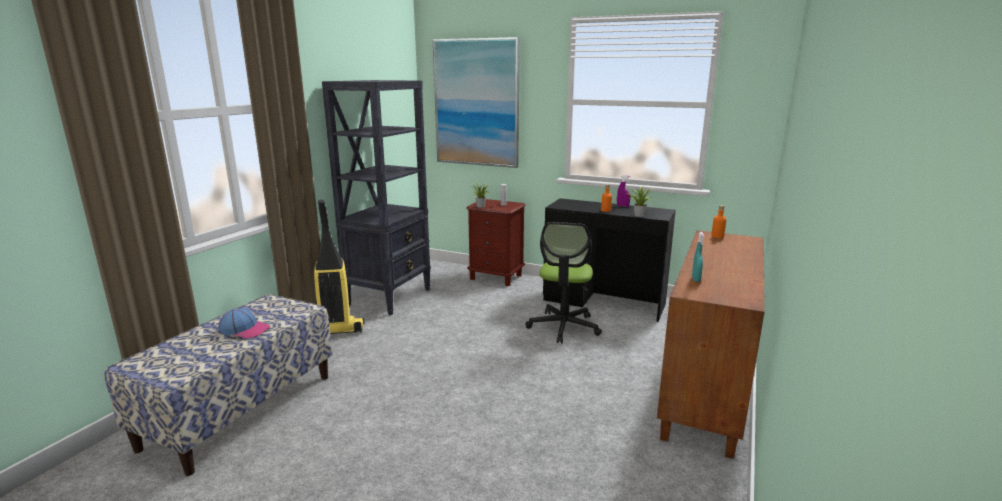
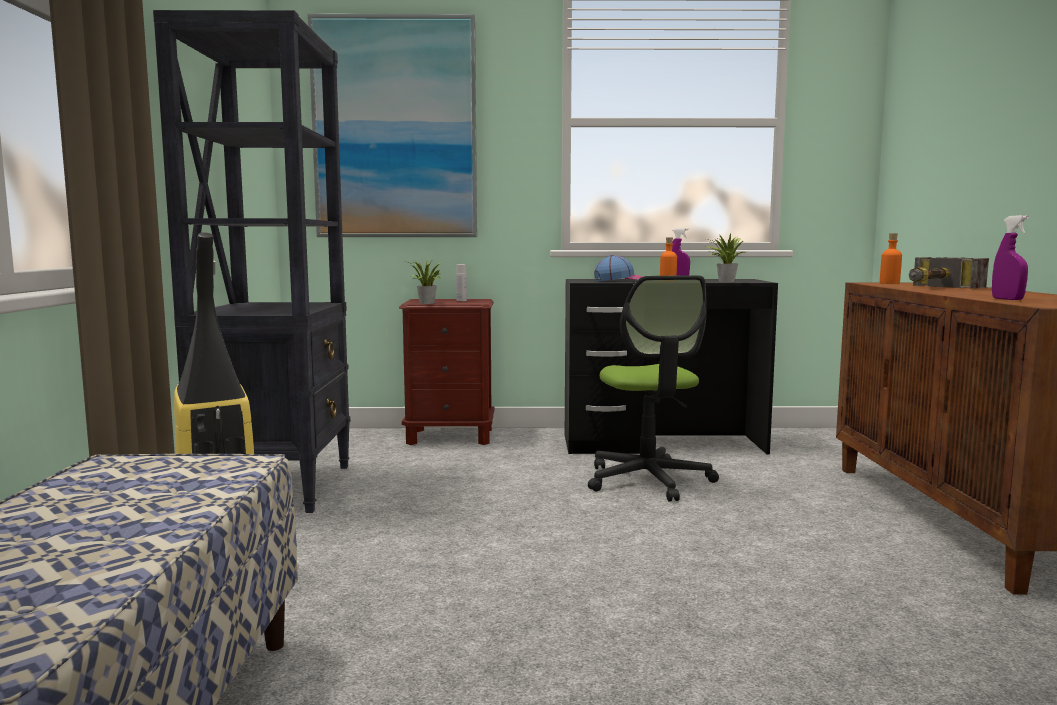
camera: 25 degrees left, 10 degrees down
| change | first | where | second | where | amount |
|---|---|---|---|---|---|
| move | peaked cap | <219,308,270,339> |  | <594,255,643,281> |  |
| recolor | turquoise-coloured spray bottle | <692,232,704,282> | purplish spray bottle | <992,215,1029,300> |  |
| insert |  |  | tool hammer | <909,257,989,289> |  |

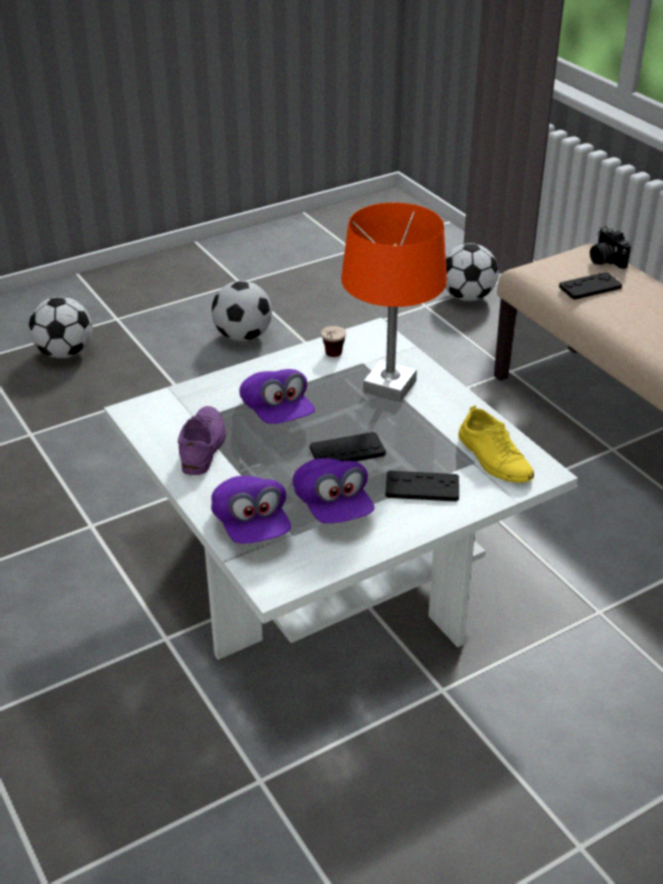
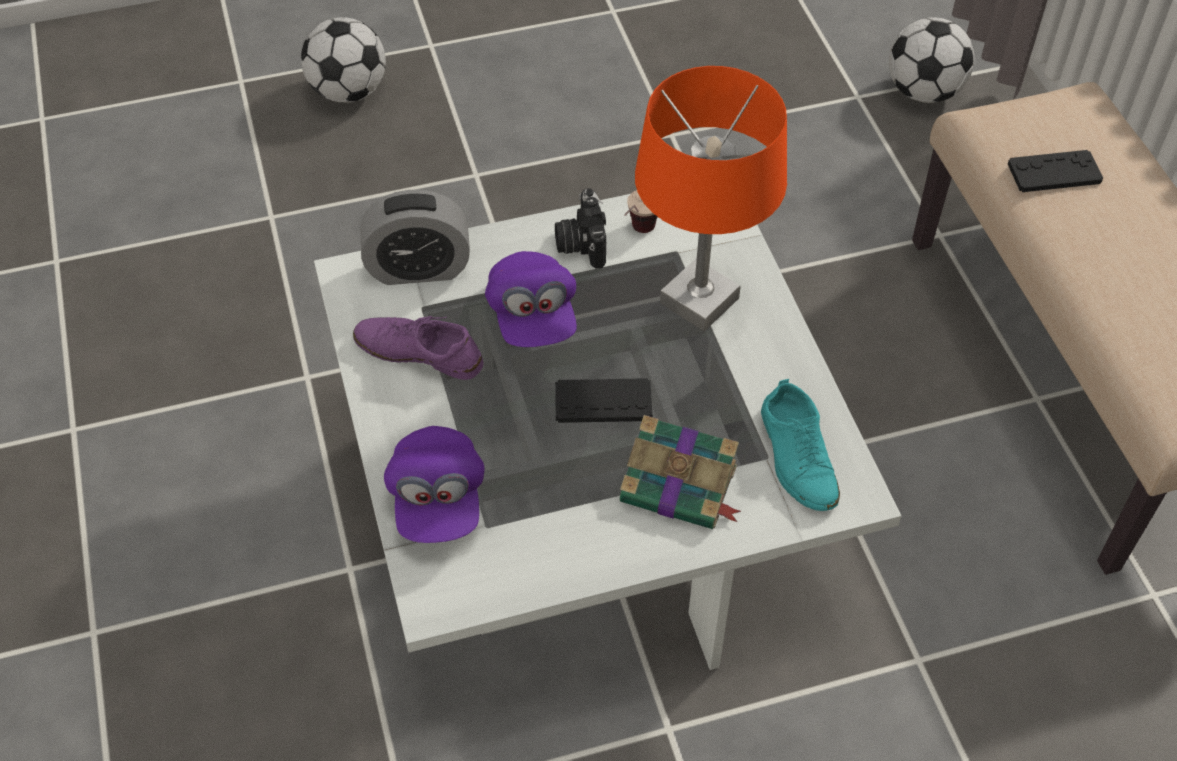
camera: 15 degrees right, 15 degrees up
| change | first | where | second | where | amount |
|---|---|---|---|---|---|
| rotate | purplish shoe | <178,406,226,475> |  | <353,316,483,380> | 90 degrees counterclockwise |
| delete | ball for football | <211,281,272,342> |  |  |  |
| delete | purplish peaked cap | <293,458,375,523> |  |  |  |
| replace | black-coloured gamepad | <385,471,459,502> | book | <620,415,741,529> |  |
| recolor | yellow-coloured shoe | <458,405,534,483> | turquoise-coloured shoe | <761,379,840,511> |  |
| move | photo camera | <590,226,631,269> |  | <555,188,606,269> |  |
| insert |  |  | table clock | <361,190,470,285> |  |

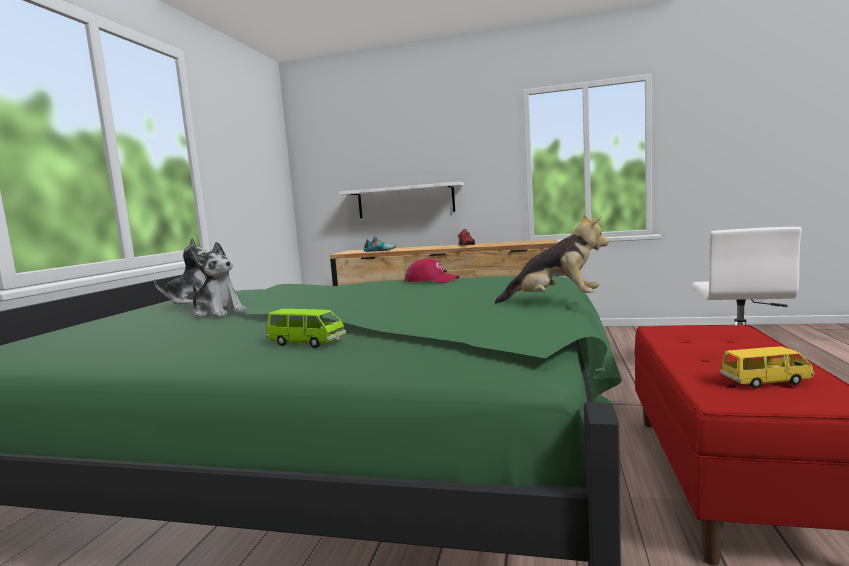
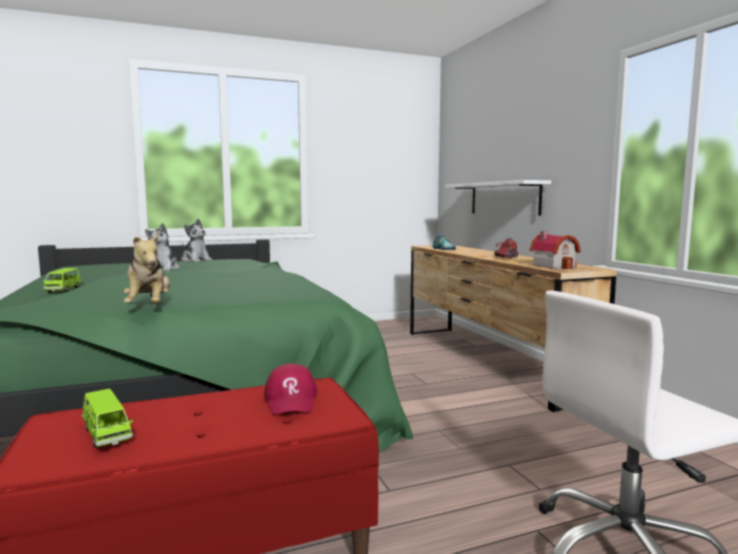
camera: 55 degrees right, 0 degrees up
| change | first | where | second | where | amount |
|---|---|---|---|---|---|
| move | red-coloured peaked cap | <404,259,459,283> |  | <264,363,317,415> |  |
| recolor | yellow-coloured miniature car | <720,346,815,388> | green miniature car | <82,389,133,447> |  |
| insert |  |  | miniature house | <530,231,581,269> |  |

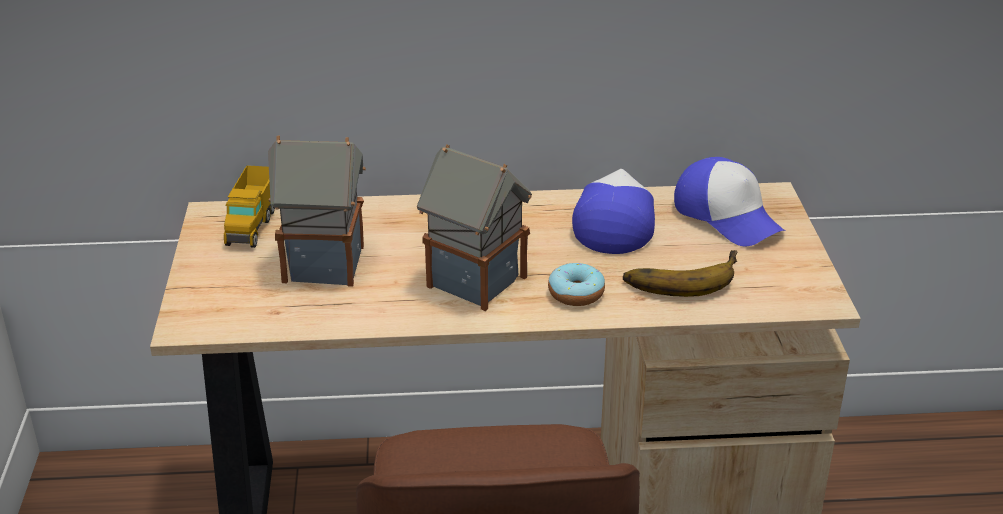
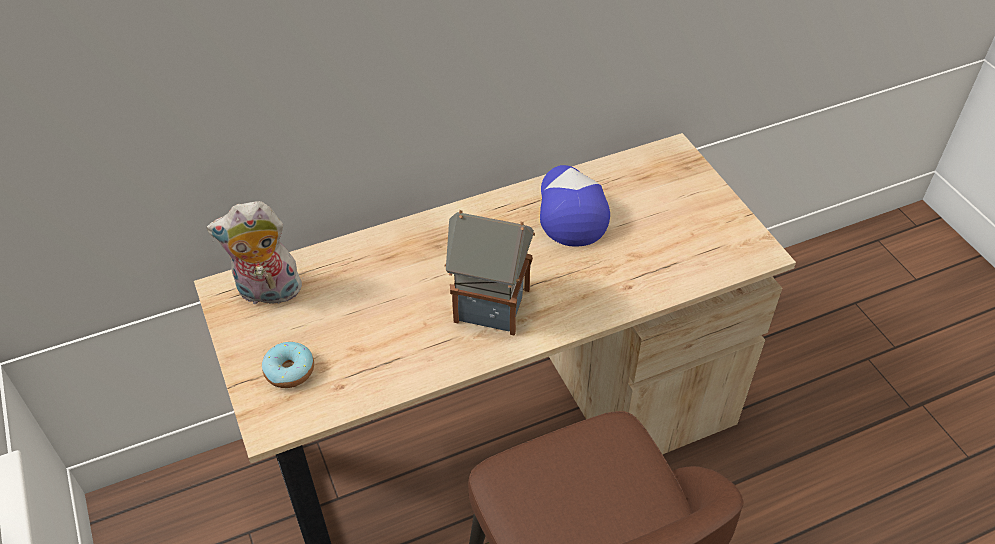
camera: 20 degrees left, 15 degrees up
| change | first | where | second | where | amount |
|---|---|---|---|---|---|
| replace | model truck | <224,165,275,248> | cuddly toy | <206,201,302,304> |  |
| delete | miniature house | <268,135,366,287> |  |  |  |
| move | doughnut | <548,263,605,306> |  | <262,342,314,388> |  |
| delete | banana fruit | <623,250,737,297> |  |  |  |
| delete | peaked cap | <674,157,785,246> |  |  |  |

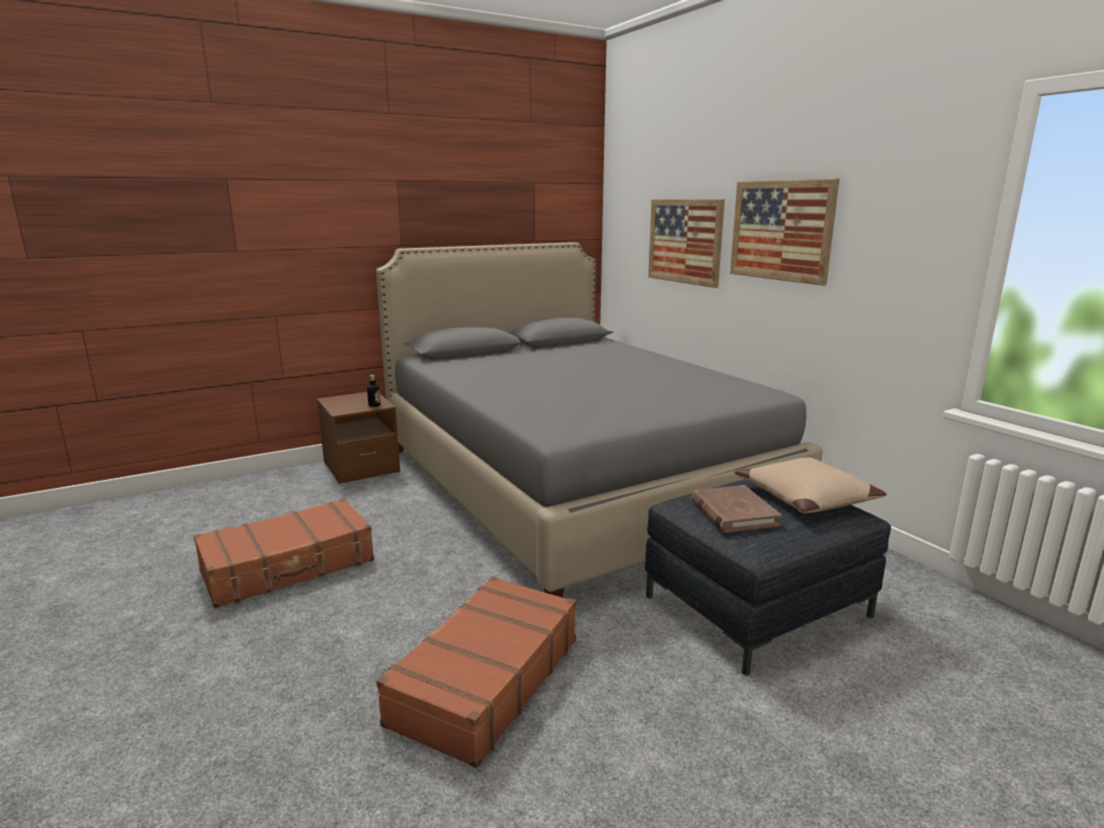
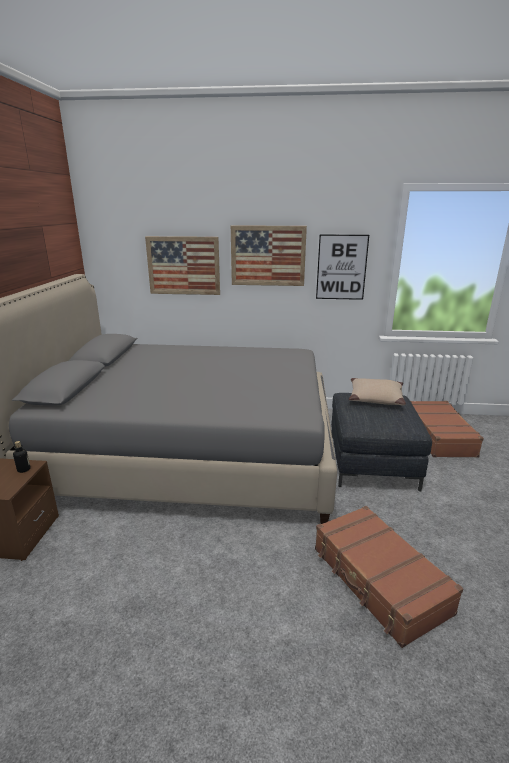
camera: 55 degrees left, 5 degrees up
| change | first | where | second | where | amount |
|---|---|---|---|---|---|
| move | brown suitcase | <193,498,374,608> |  | <410,401,484,457> |  |
| delete | brown book | <691,485,782,533> |  |  |  |
| insert |  |  | wall art | <316,234,369,300> |  |

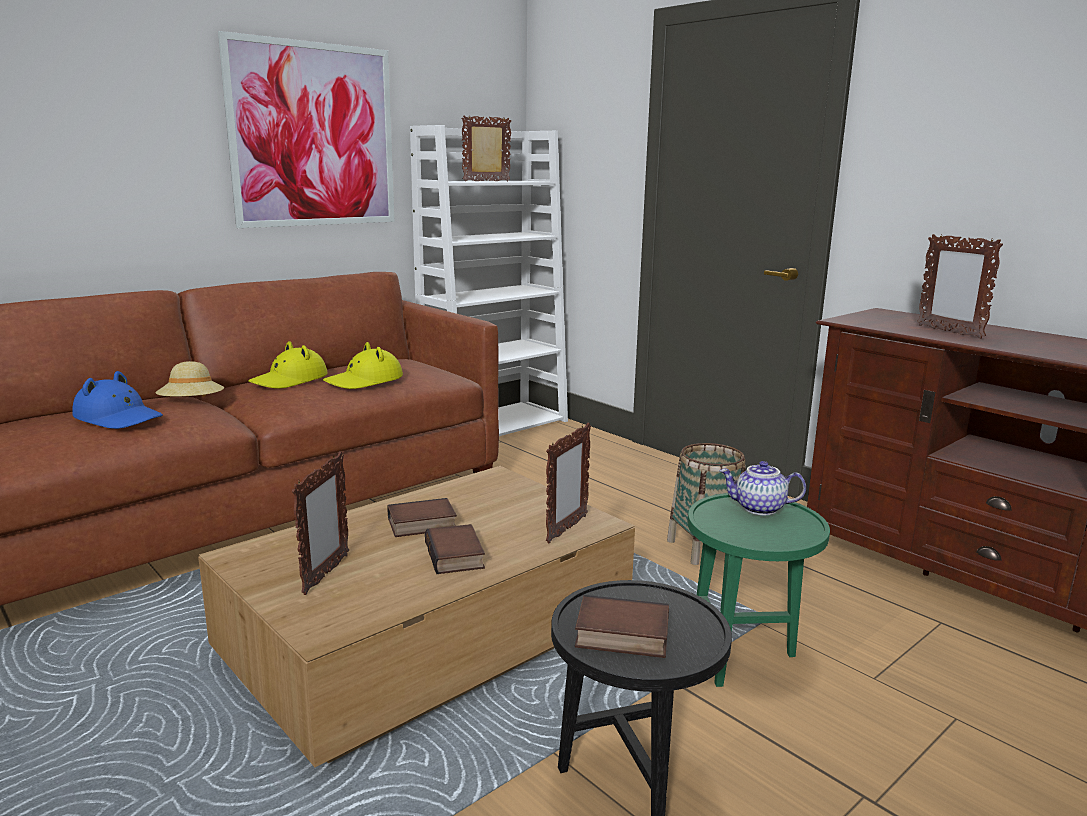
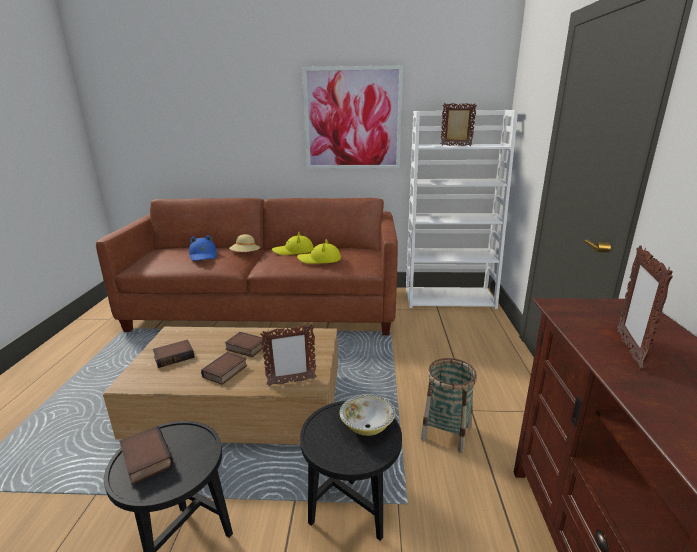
camera: 45 degrees right, 5 degrees up
| change | first | where | second | where | amount |
|---|---|---|---|---|---|
| replace | photo frame | <292,451,349,595> | book | <153,340,194,368> |  |
| recolor | green accent table | <688,493,830,687> | black-coloured accent table | <300,401,402,541> |  |
| replace | pot for tea | <720,461,806,515> | serving bowl | <340,394,395,436> |  |

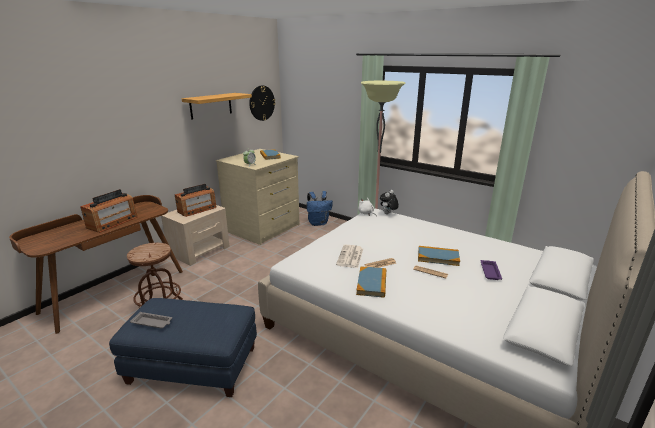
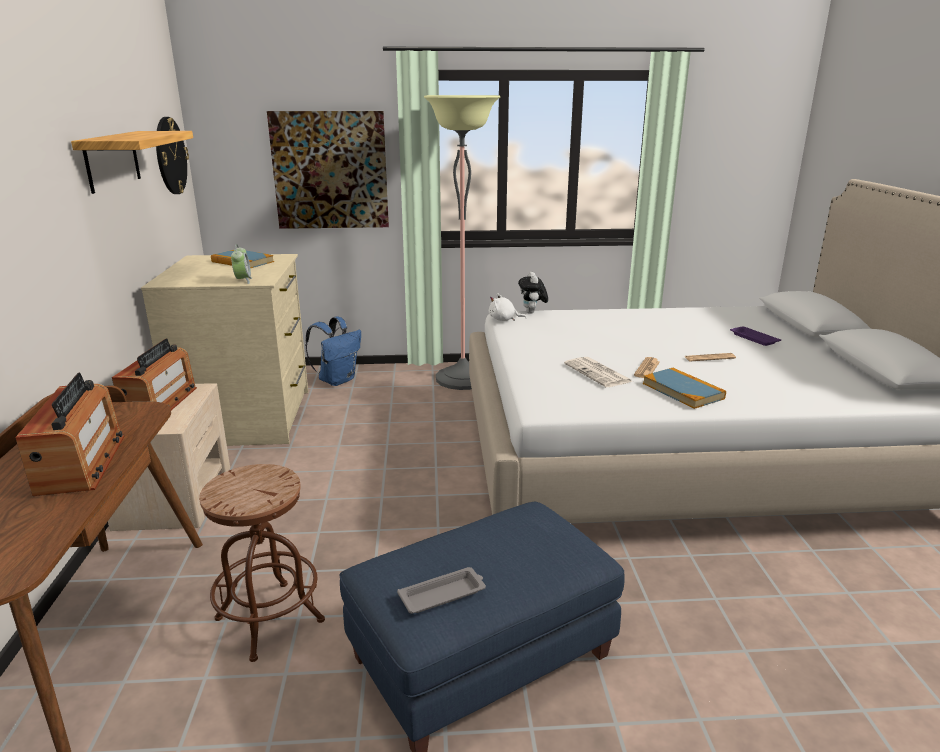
camera: 40 degrees left, 0 degrees up
| change | first | where | second | where | amount |
|---|---|---|---|---|---|
| delete | book | <418,246,460,266> |  |  |  |
| insert |  |  | wall art | <267,111,389,229> |  |

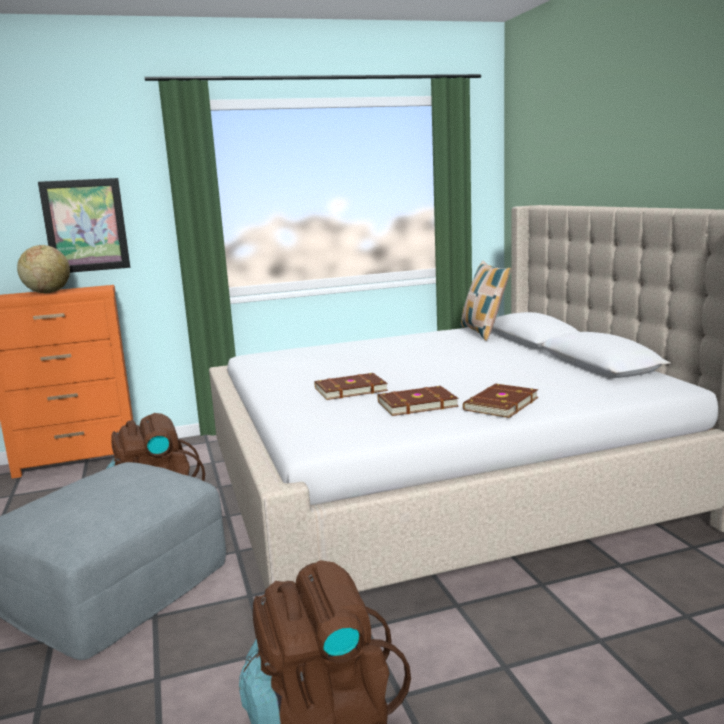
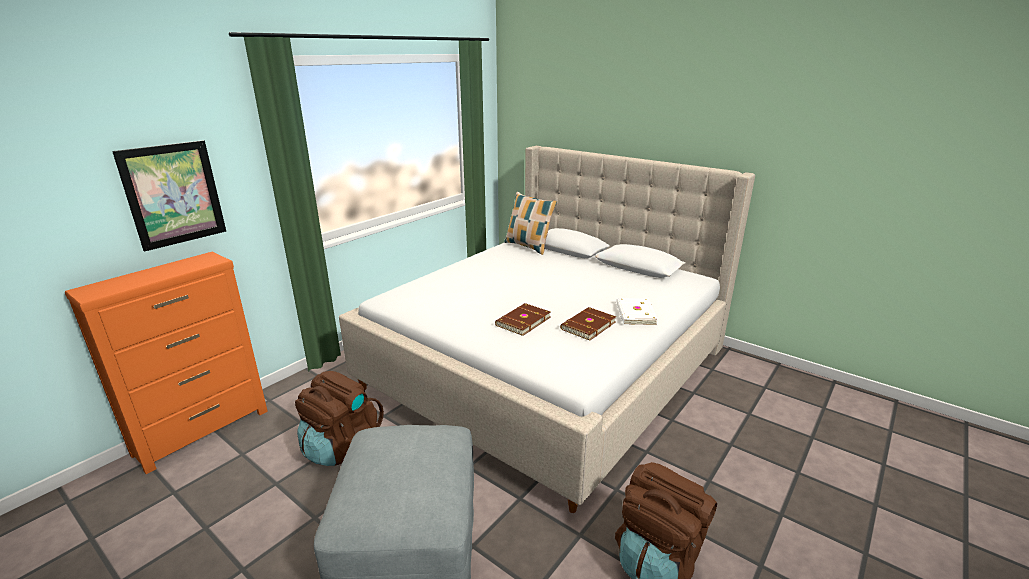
camera: 35 degrees left, 10 degrees up
| change | first | where | second | where | amount |
|---|---|---|---|---|---|
| delete | desk globe | <17,245,70,293> |  |  |  |
| recolor | brown book | <463,384,538,418> | white-coloured book | <616,298,658,325> |  |

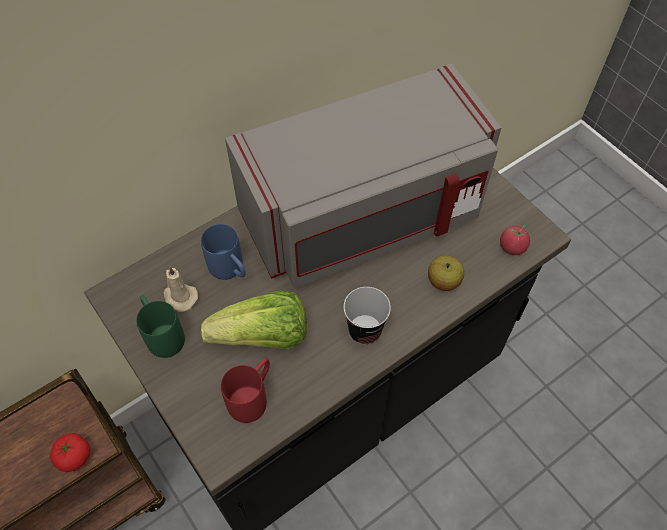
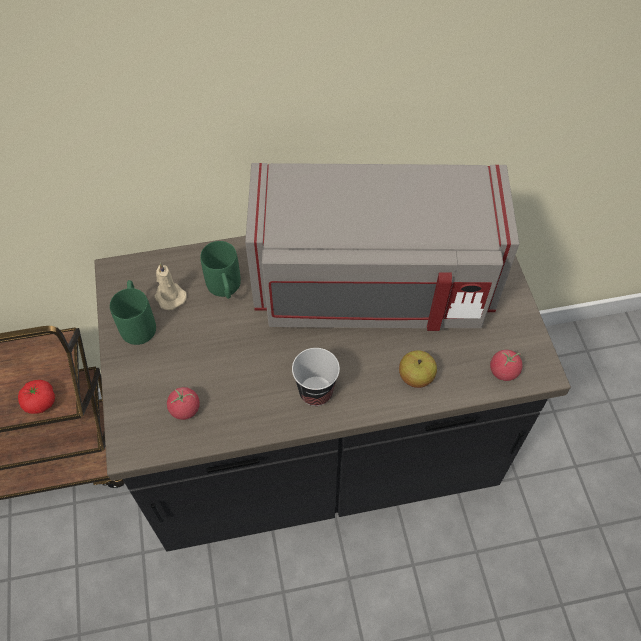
camera: 25 degrees right, 0 degrees up
| change | first | where | second | where | amount |
|---|---|---|---|---|---|
| recolor | blue-coloured mug | <201,224,246,280> | green mug | <200,241,241,299> |  |
| delete | lettuce | <201,290,307,349> |  |  |  |
| replace | red-coloured mug | <221,358,270,423> | fresh tomato | <167,387,200,420> |  |

